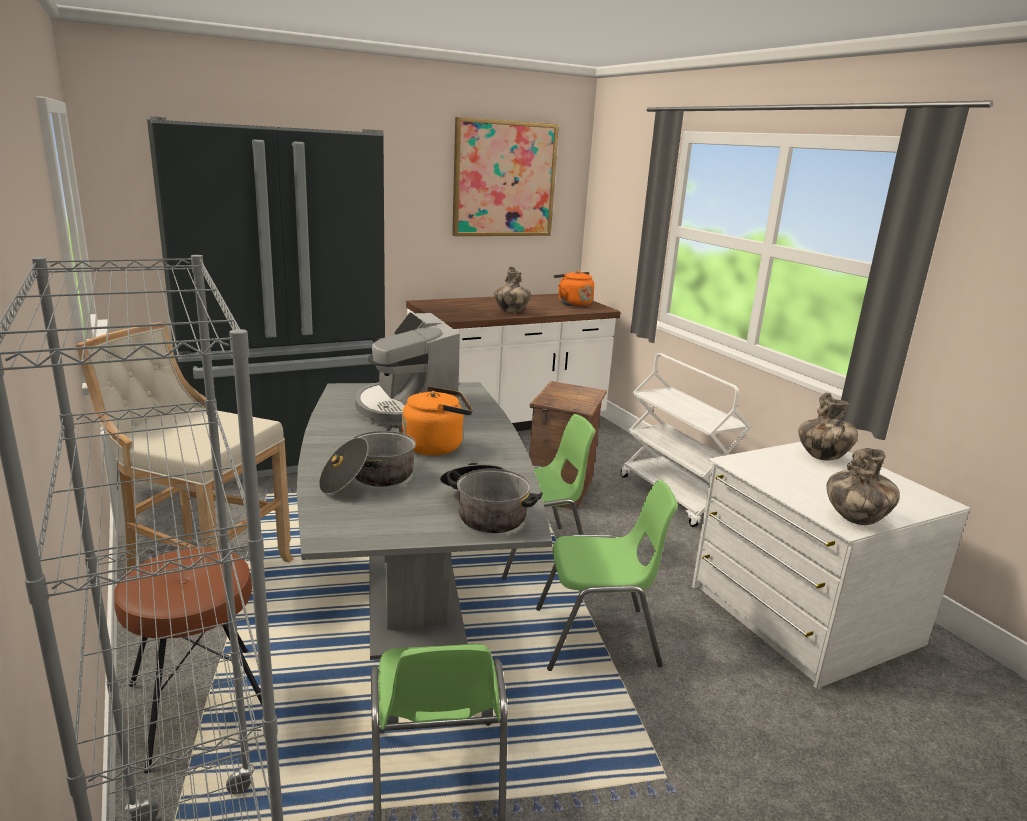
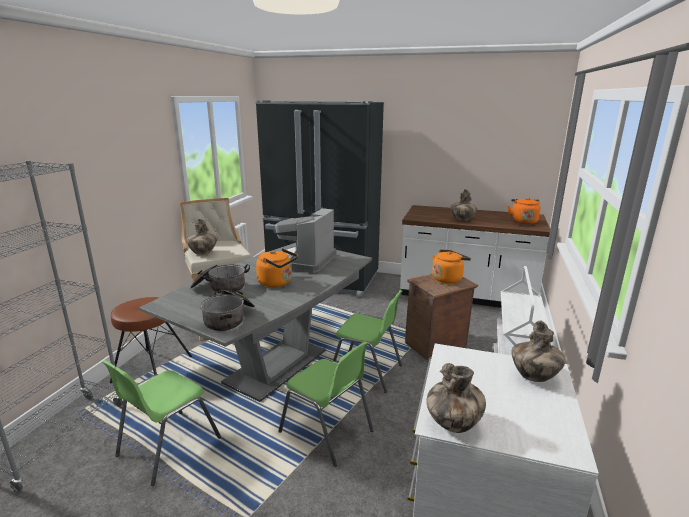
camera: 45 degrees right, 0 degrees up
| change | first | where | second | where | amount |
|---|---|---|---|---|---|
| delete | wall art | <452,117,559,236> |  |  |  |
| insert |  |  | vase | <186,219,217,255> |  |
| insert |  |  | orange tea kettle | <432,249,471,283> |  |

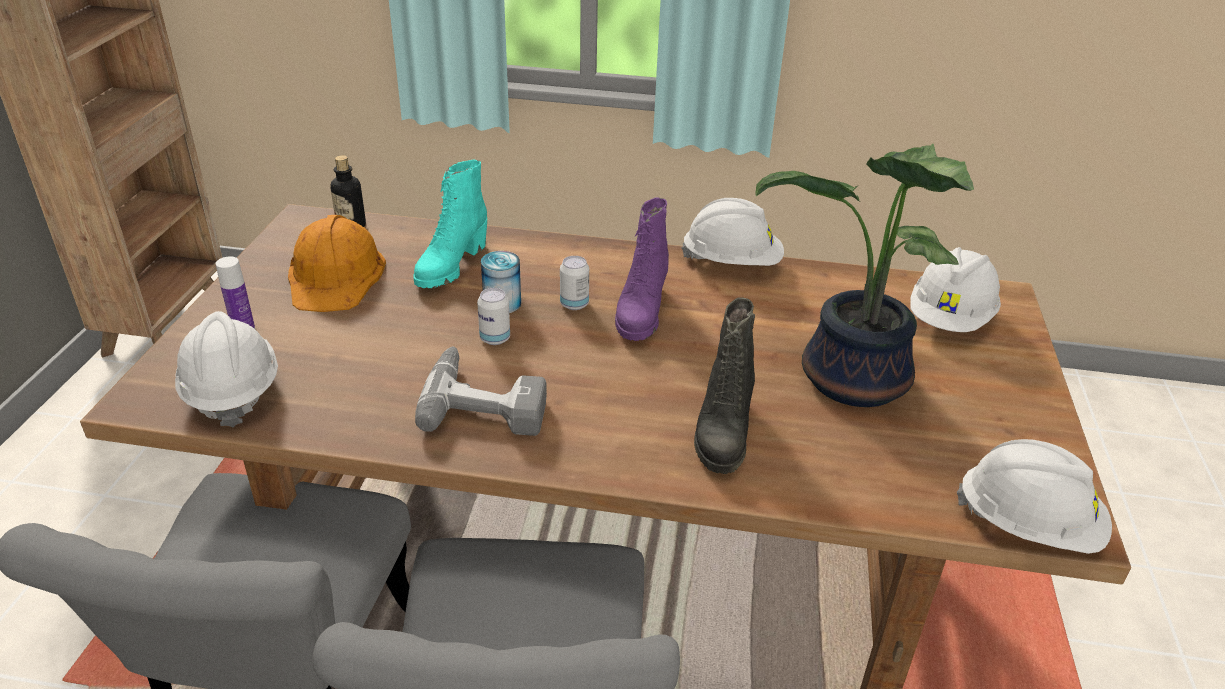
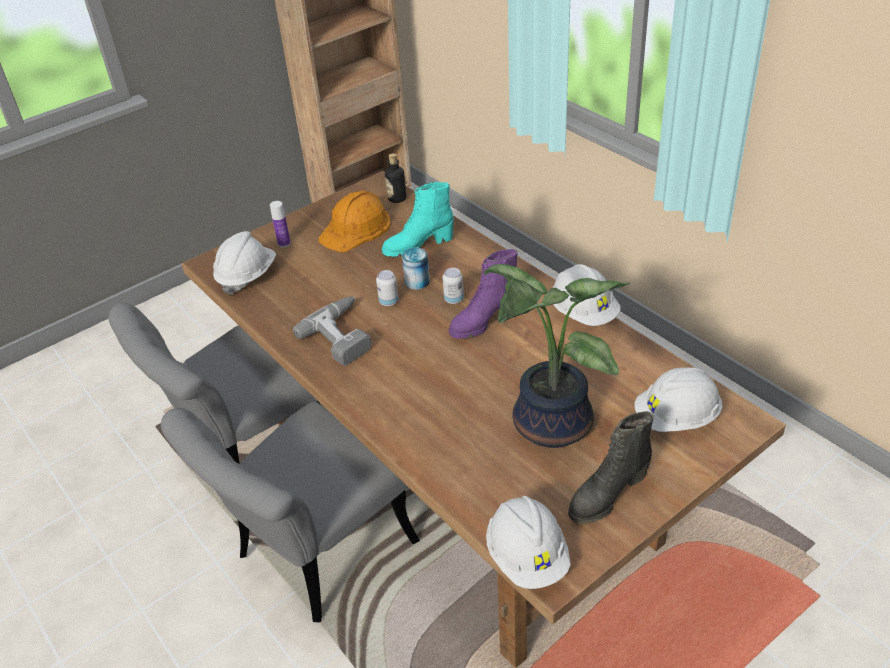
camera: 45 degrees right, 5 degrees up
| change | first | where | second | where | amount |
|---|---|---|---|---|---|
| move | black-coloured tall boot | <694,297,755,474> |  | <568,411,654,524> |  |

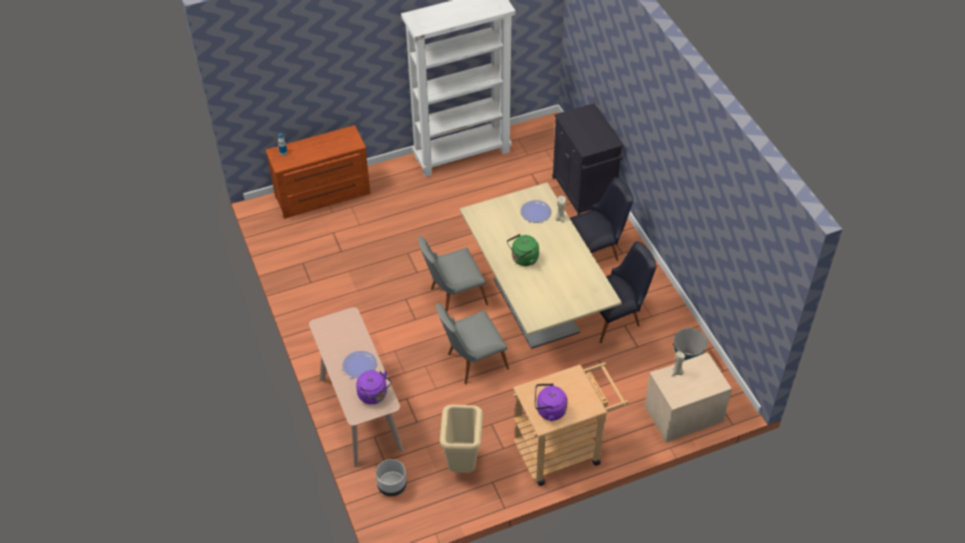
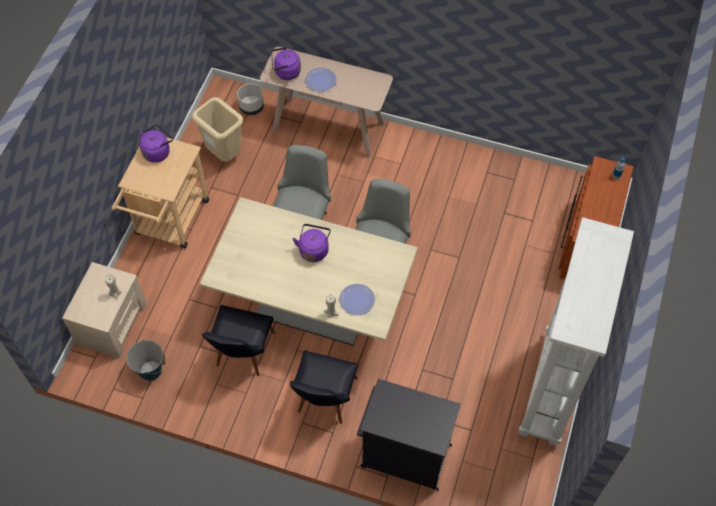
camera: 130 degrees right, 10 degrees up
| change | first | where | second | where | amount |
|---|---|---|---|---|---|
| recolor | green tea kettle | <507,234,539,266> | purplish tea kettle | <292,224,331,262> |  |

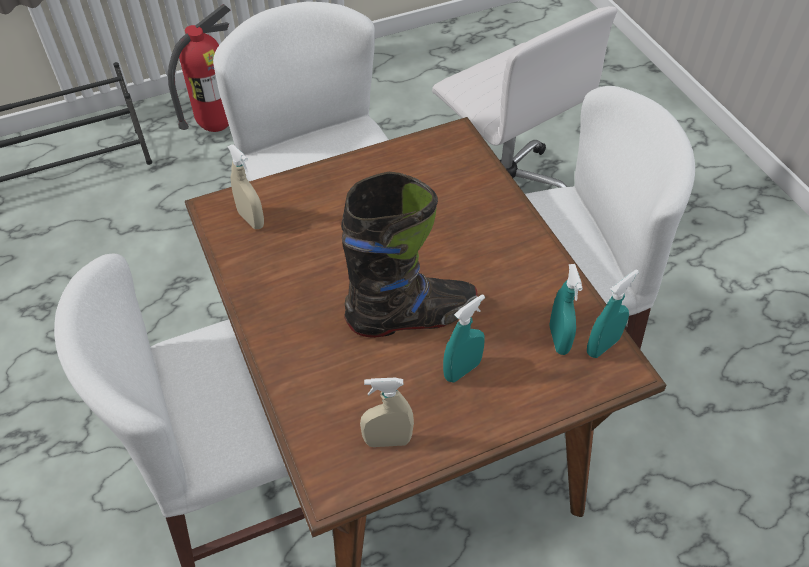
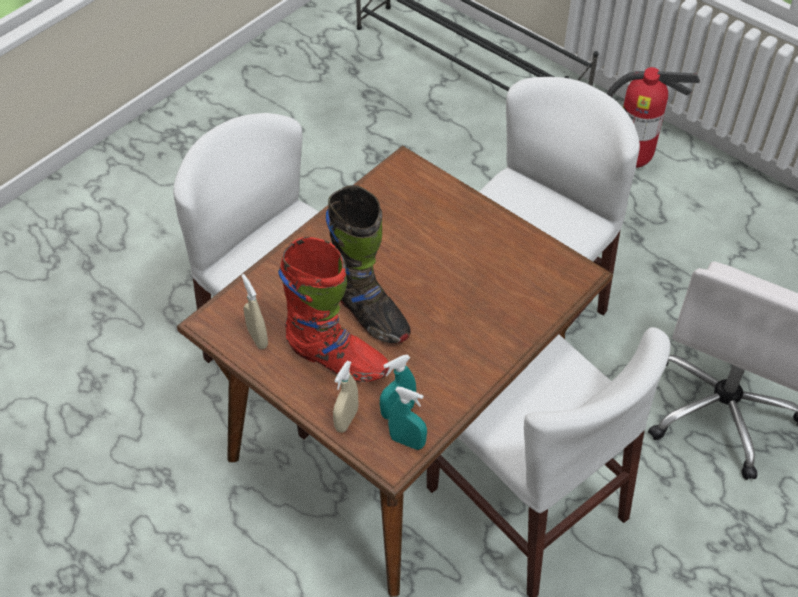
camera: 65 degrees right, 0 degrees up
| change | first | where | second | where | amount |
|---|---|---|---|---|---|
| move | beige-coloured spray bottle | <227,144,264,229> |  | <333,361,359,433> |  |
| replace | turquoise-coloured spray bottle | <443,294,485,383> | red-coloured tall boot | <278,237,389,382> |  |

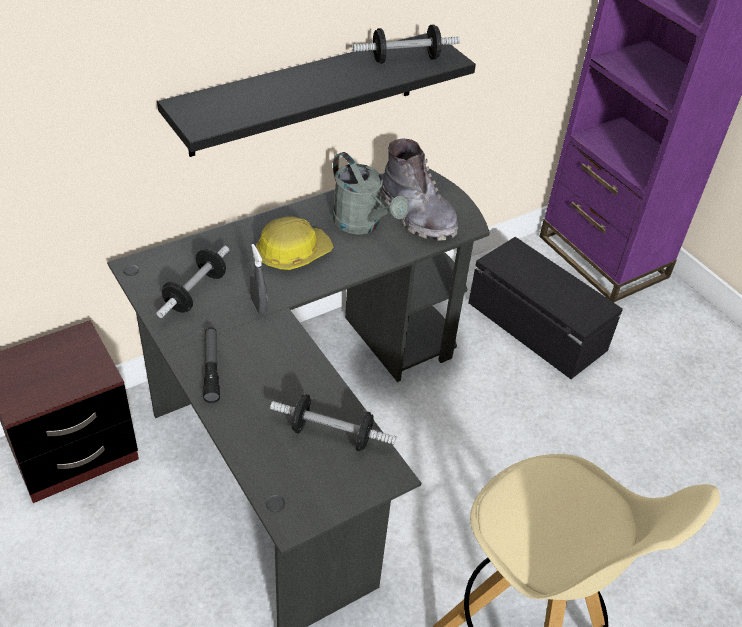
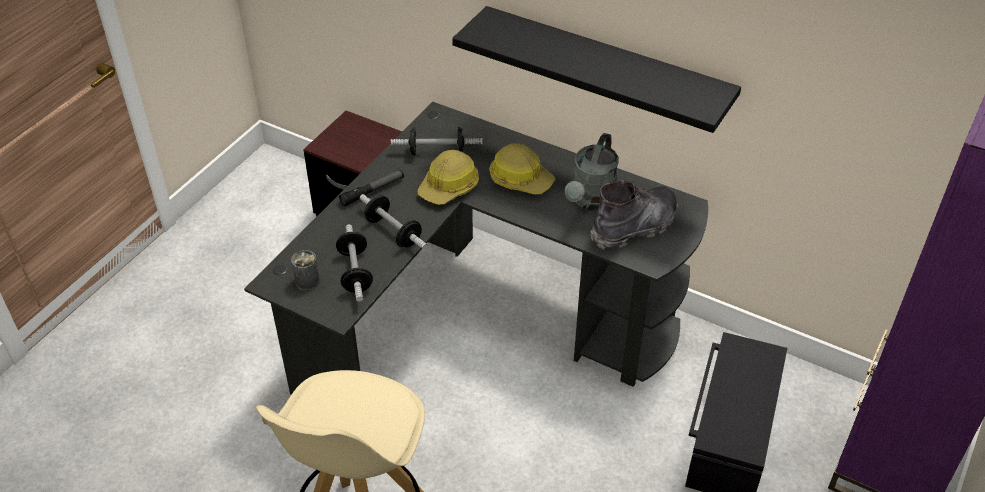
camera: 65 degrees right, 0 degrees up
| change | first | where | second | where | amount |
|---|---|---|---|---|---|
| replace | gray spray bottle | <250,244,267,315> | hard hat | <418,150,479,205> |  |
| move | dumbbell | <353,25,460,64> |  | <360,194,428,250> |  |
| rotate | gray tall boot | <381,139,458,241> |  | <590,180,678,249> | 150 degrees counterclockwise |
| insert |  |  | can | <291,250,320,290> |  |

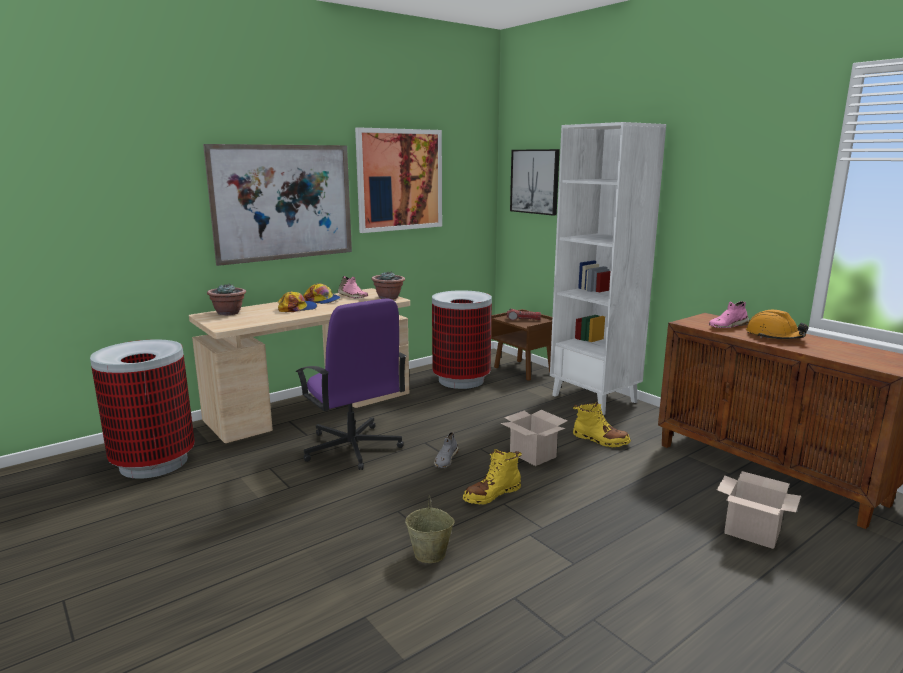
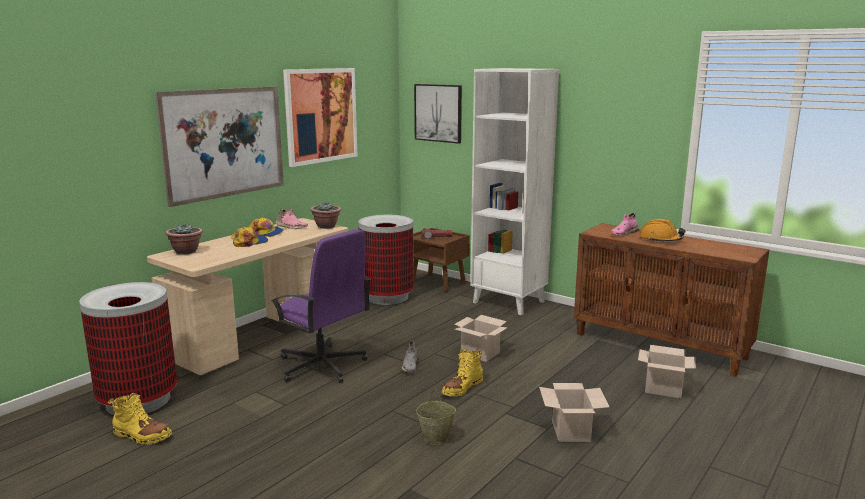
camera: 15 degrees left, 0 degrees up
| change | first | where | second | where | amount |
|---|---|---|---|---|---|
| move | yellow-coloured tall boot | <573,402,631,447> |  | <108,393,172,445> |  |
| insert |  |  | carton | <539,383,609,442> |  |

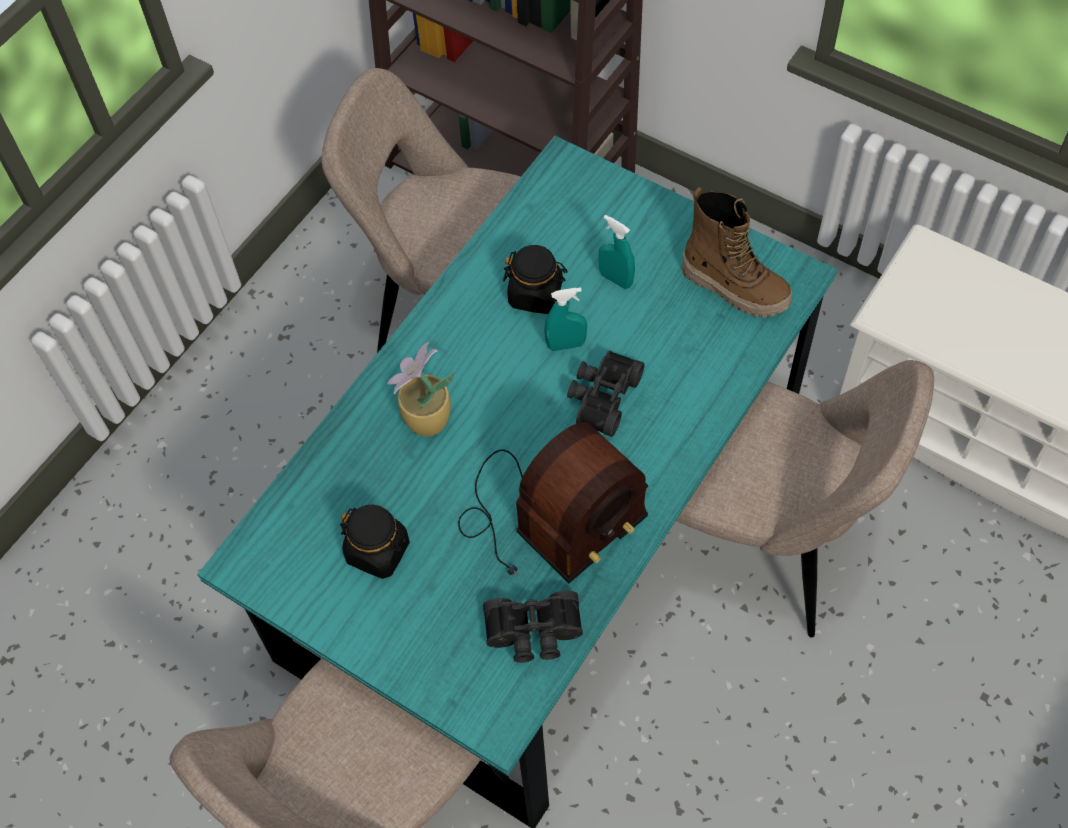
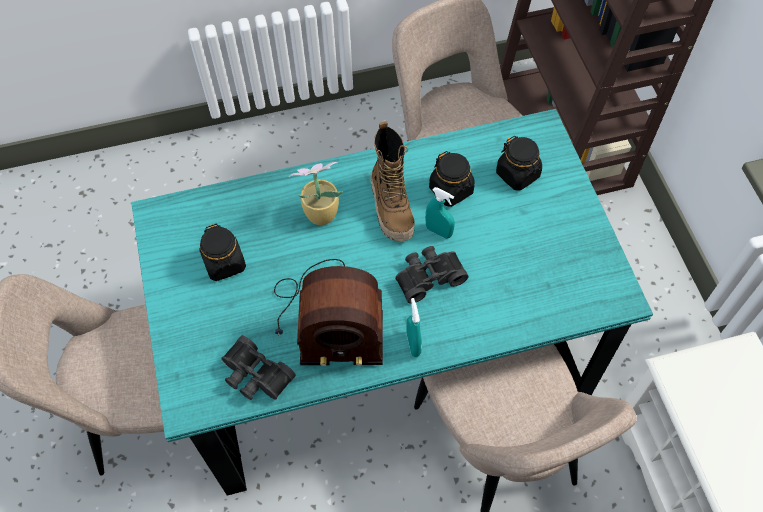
camera: 40 degrees right, 0 degrees up
| change | first | where | second | where | amount |
|---|---|---|---|---|---|
| move | turquoise-coloured spray bottle | <598,215,635,289> |  | <406,298,422,357> |  |
| move | tall boot | <682,187,792,318> |  | <371,121,415,242> |  |
| insert |  |  | black-coloured storage jar | <496,136,542,191> |  |

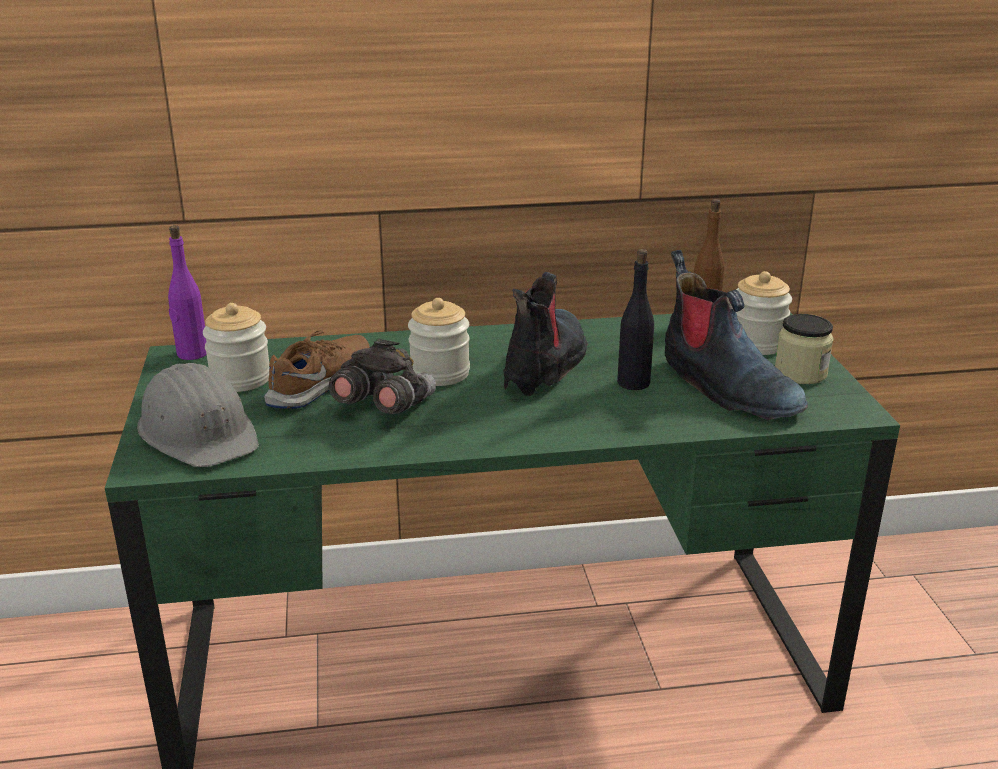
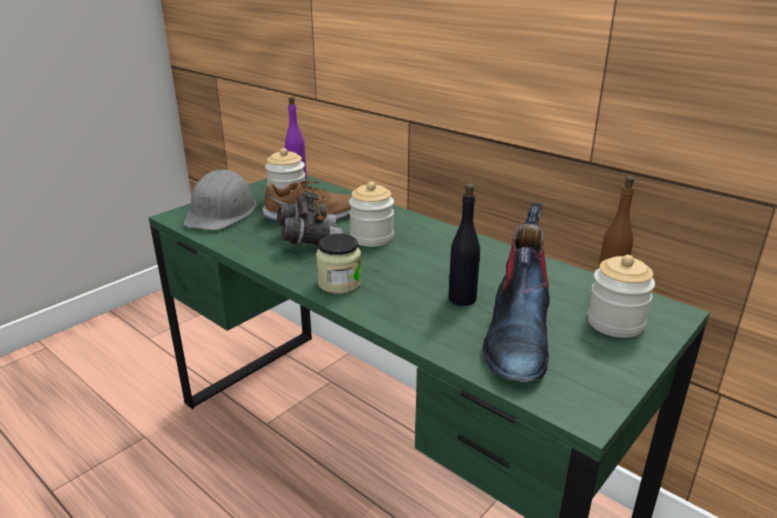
camera: 50 degrees right, 0 degrees up
| change | first | where | second | where | amount |
|---|---|---|---|---|---|
| delete | tall boot | <503,272,588,396> |  |  |  |
| move | storage jar | <775,314,834,384> |  | <316,234,361,294> |  |

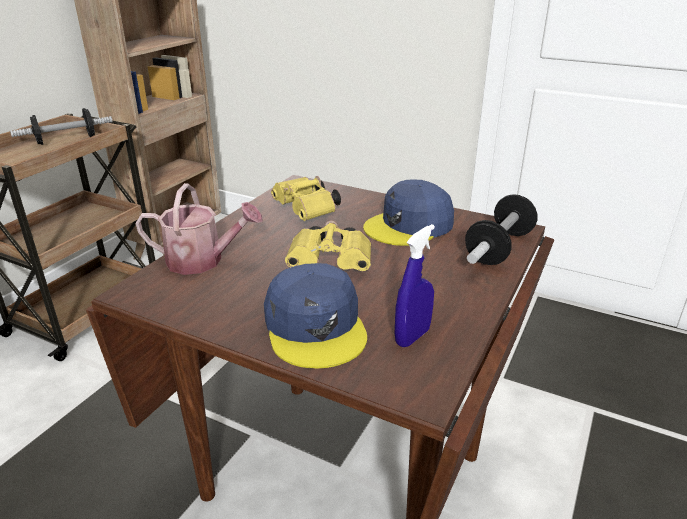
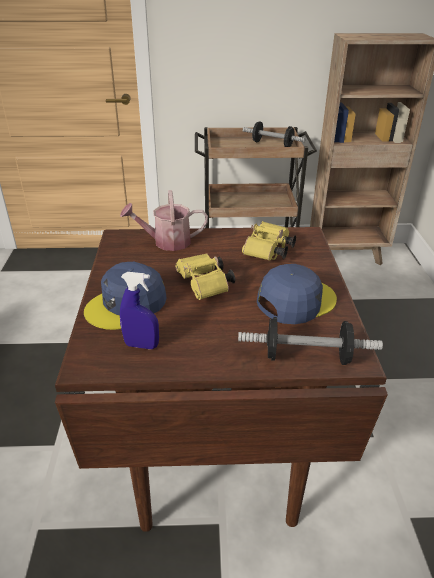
camera: 60 degrees right, 5 degrees up
| change | first | where | second | where | amount |
|---|---|---|---|---|---|
| rotate | sprinkling can | <135,183,263,275> |  | <120,190,208,251> | 105 degrees clockwise |
| rotate | blue-coloured peaked cap | <363,180,454,246> |  | <257,264,337,324> | 120 degrees clockwise |

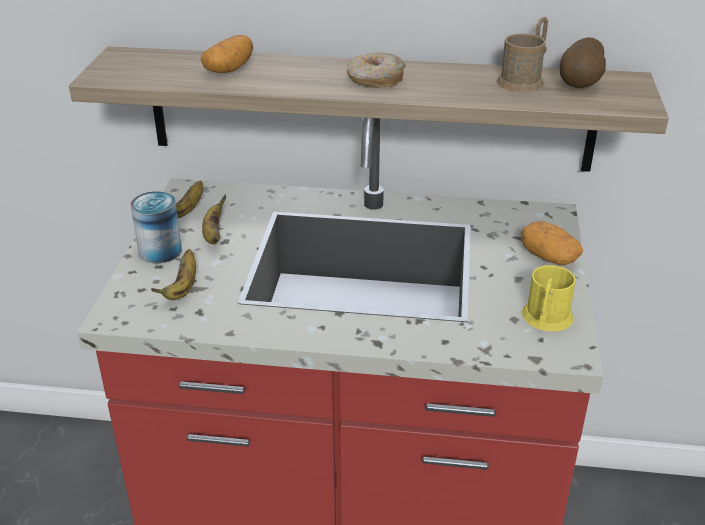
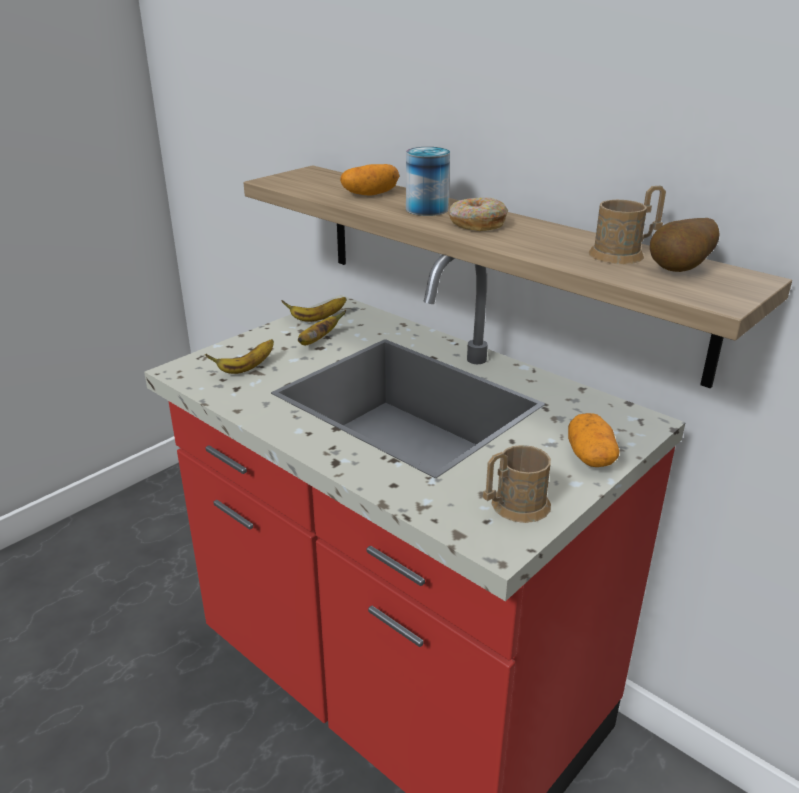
camera: 35 degrees right, 5 degrees down
| change | first | where | second | where | amount |
|---|---|---|---|---|---|
| move | can | <131,191,182,263> |  | <406,147,450,216> |  |
| recolor | yellow-coloured mug | <522,265,576,331> | brown mug | <483,445,551,523> |  |

